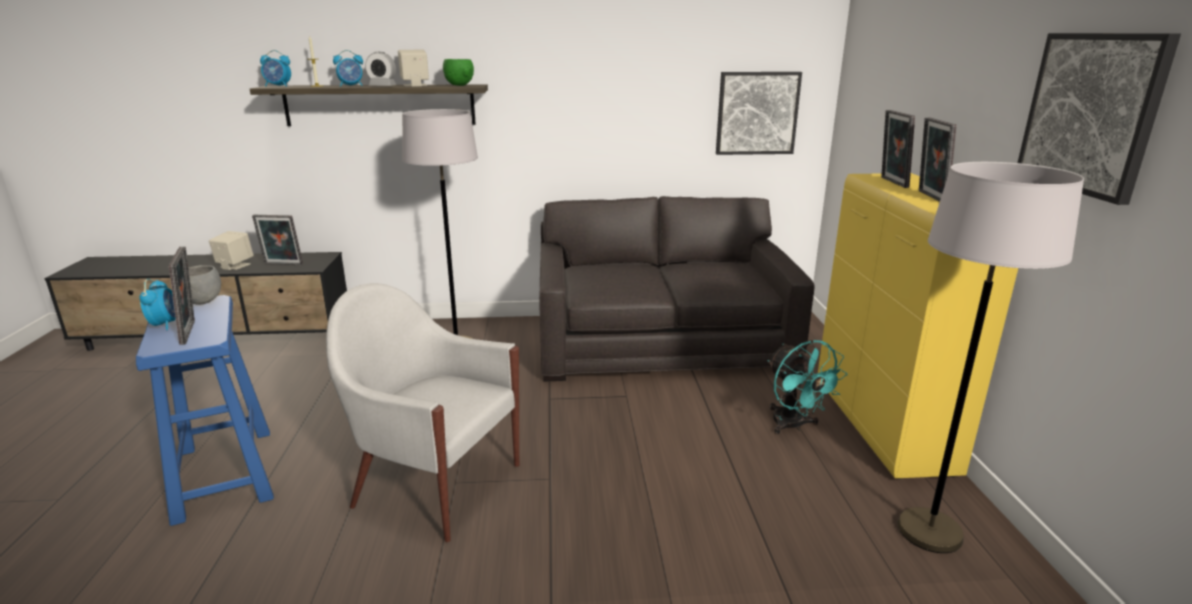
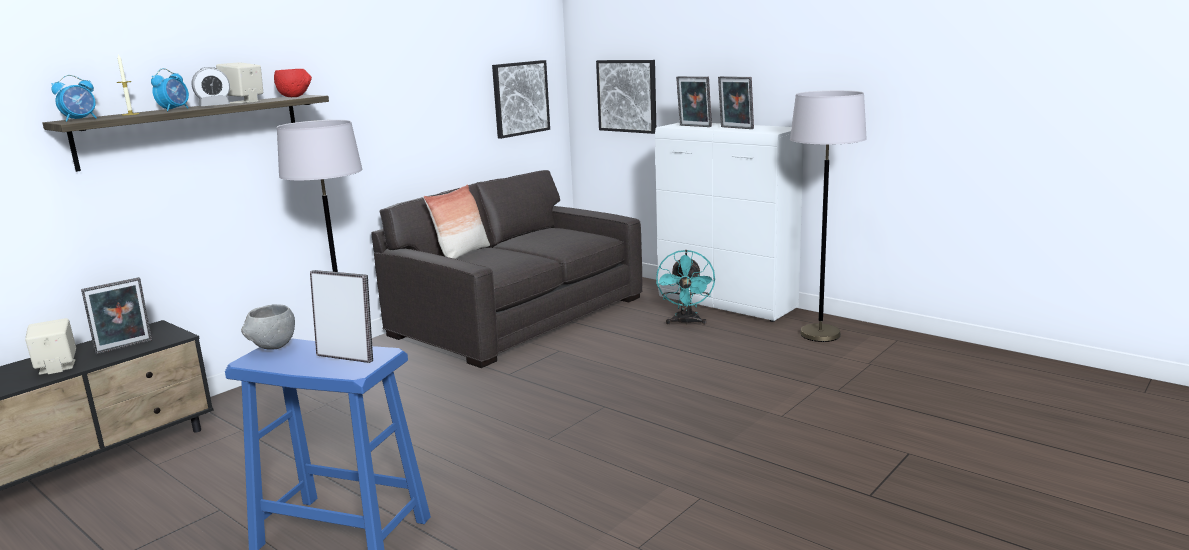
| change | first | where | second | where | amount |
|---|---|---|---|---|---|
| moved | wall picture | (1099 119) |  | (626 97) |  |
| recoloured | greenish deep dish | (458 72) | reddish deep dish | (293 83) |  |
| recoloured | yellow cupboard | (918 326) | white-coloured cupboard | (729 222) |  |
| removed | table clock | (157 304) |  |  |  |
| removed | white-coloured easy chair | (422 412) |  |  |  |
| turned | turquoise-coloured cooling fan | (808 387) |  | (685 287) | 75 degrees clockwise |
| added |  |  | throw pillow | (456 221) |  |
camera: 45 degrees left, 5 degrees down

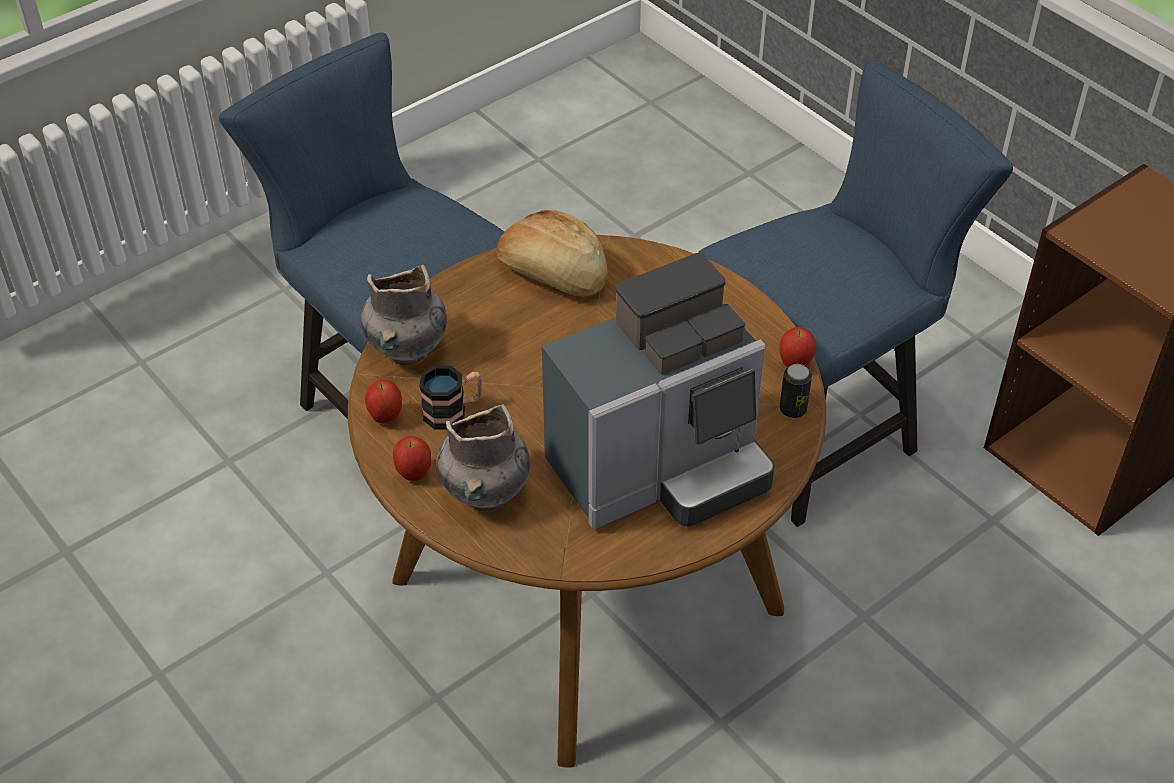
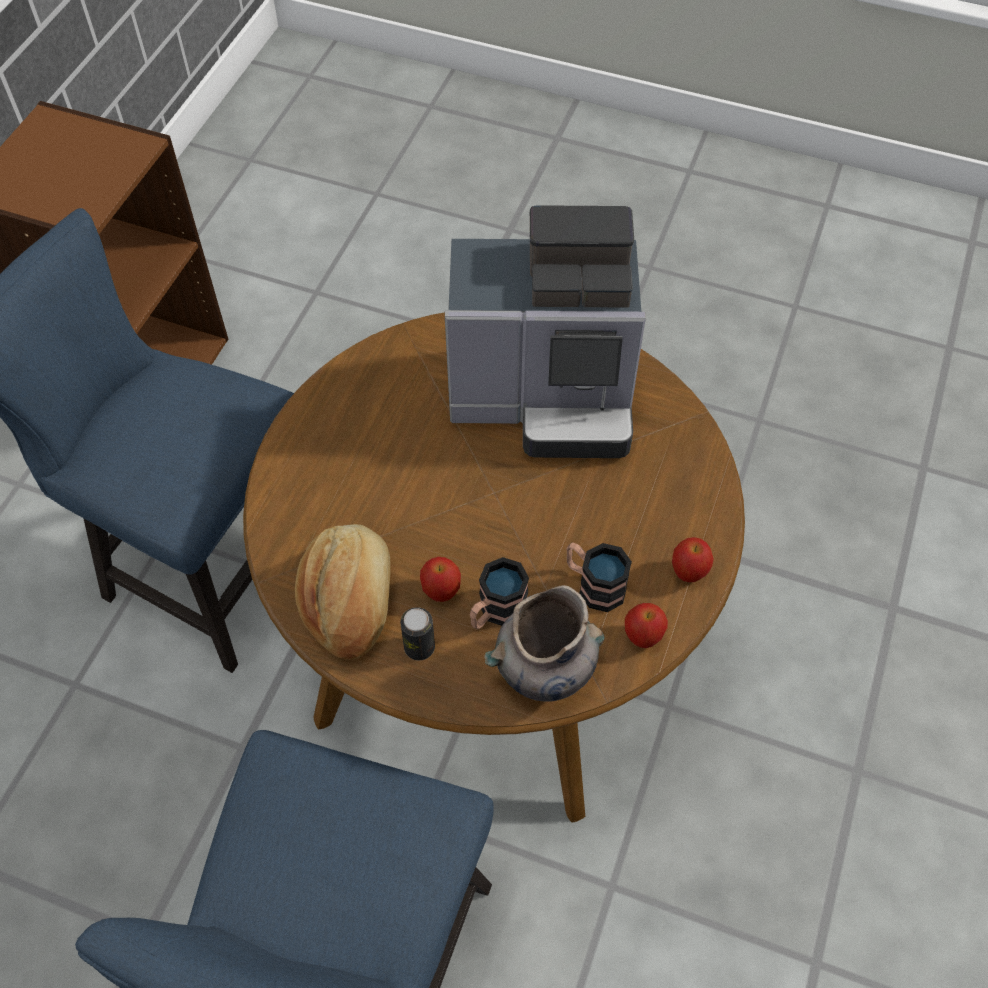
| change | first | where | second | where | amount |
|---|---|---|---|---|---|
| turned | coffee maker | (658 391) |  | (545 331) | 150 degrees clockwise |
| moved | whole apple | (798 347) |  | (440 579) |  |
| moved | can | (796 391) |  | (417 634) |  |
| removed | grey flower vase | (483 457) |  |  |  |
| added |  |  | coffee mug | (499 593) |  |
camera: 120 degrees left, 10 degrees up

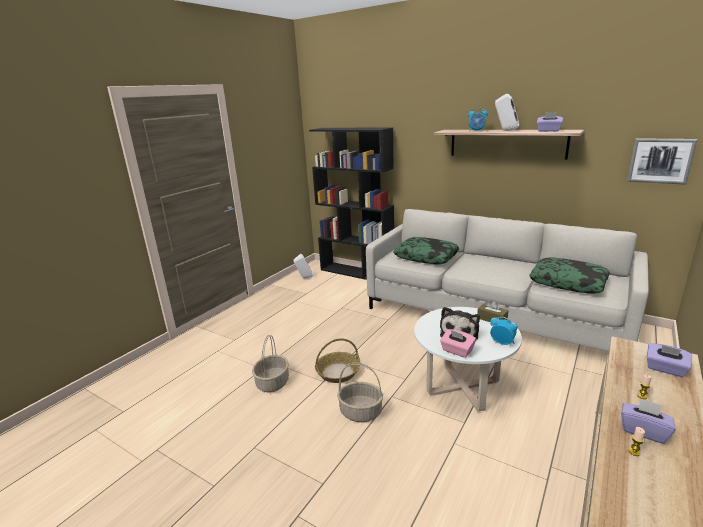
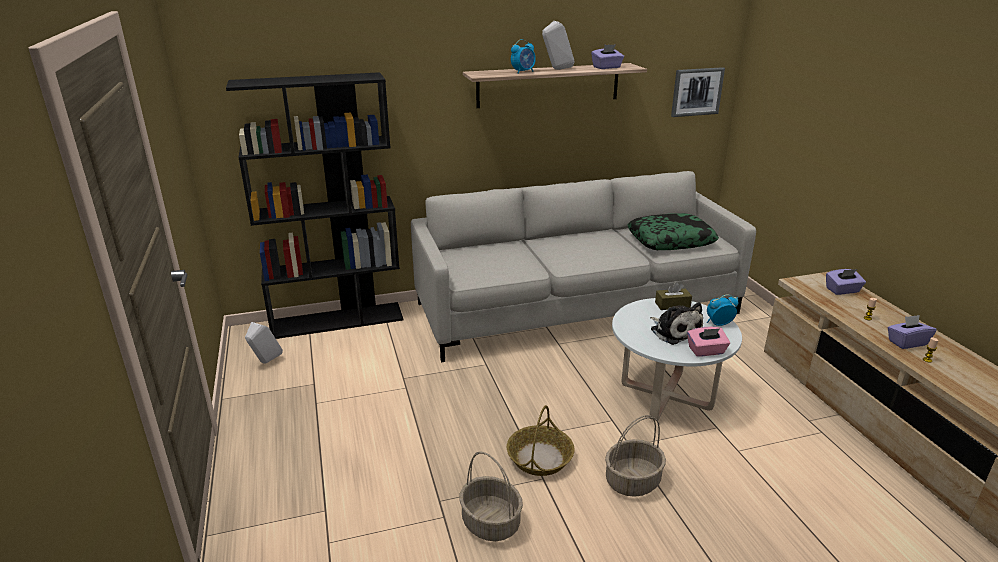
| change | first | where | second | where | amount |
|---|---|---|---|---|---|
| removed | throw pillow | (426 251) |  |  |  |
camera: 50 degrees left, 5 degrees up

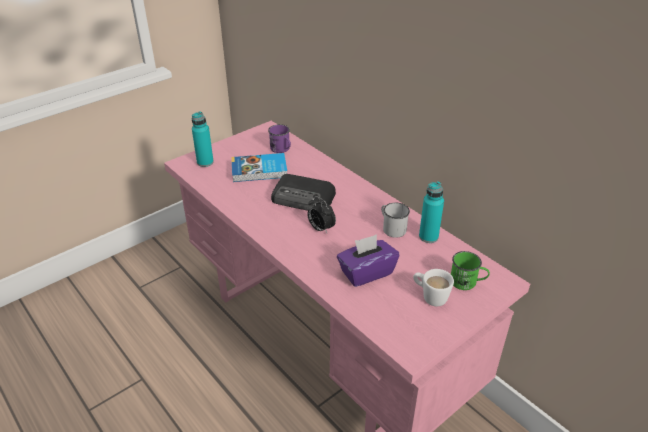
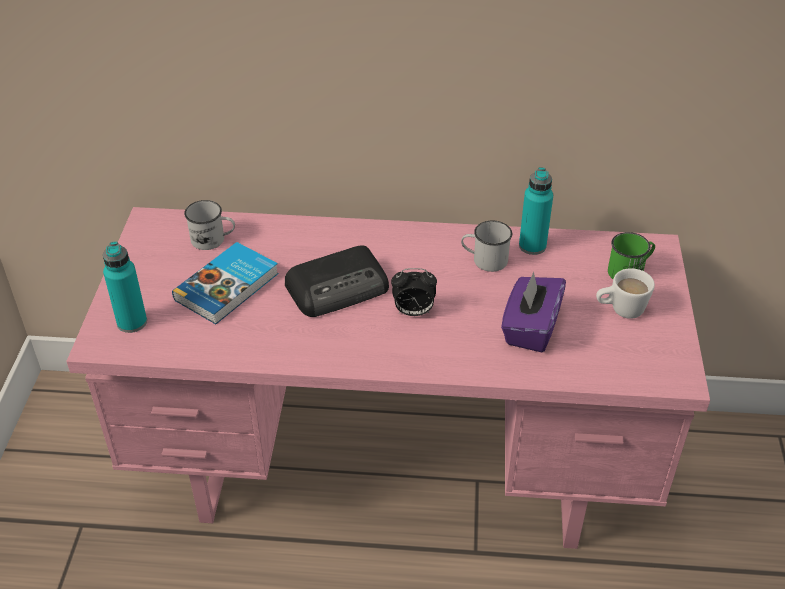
| change | first | where | second | where | amount |
|---|---|---|---|---|---|
| recoloured | purplish coffee mug | (279 138) | white-coloured coffee mug | (209 225) |  |
camera: 45 degrees left, 5 degrees up

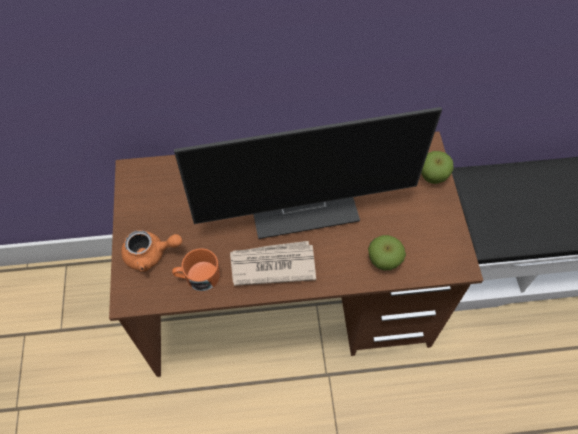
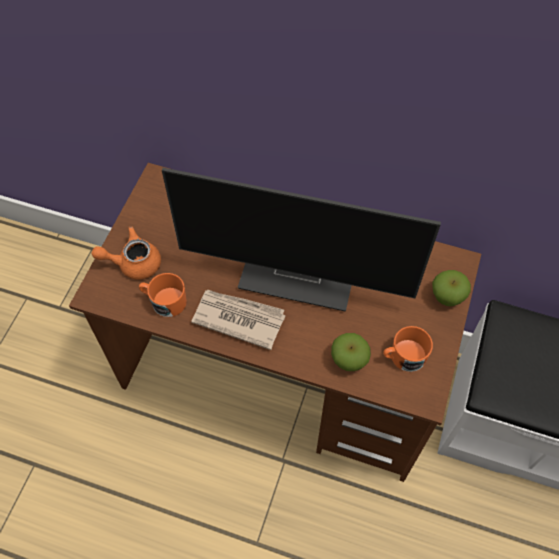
| change | first | where | second | where | amount |
|---|---|---|---|---|---|
| turned | orangey tea pot | (151 251) |  | (126 253) | 150 degrees clockwise |
| added |  |  | orangey coffee mug | (408 349) |  |
camera: 25 degrees right, 0 degrees up

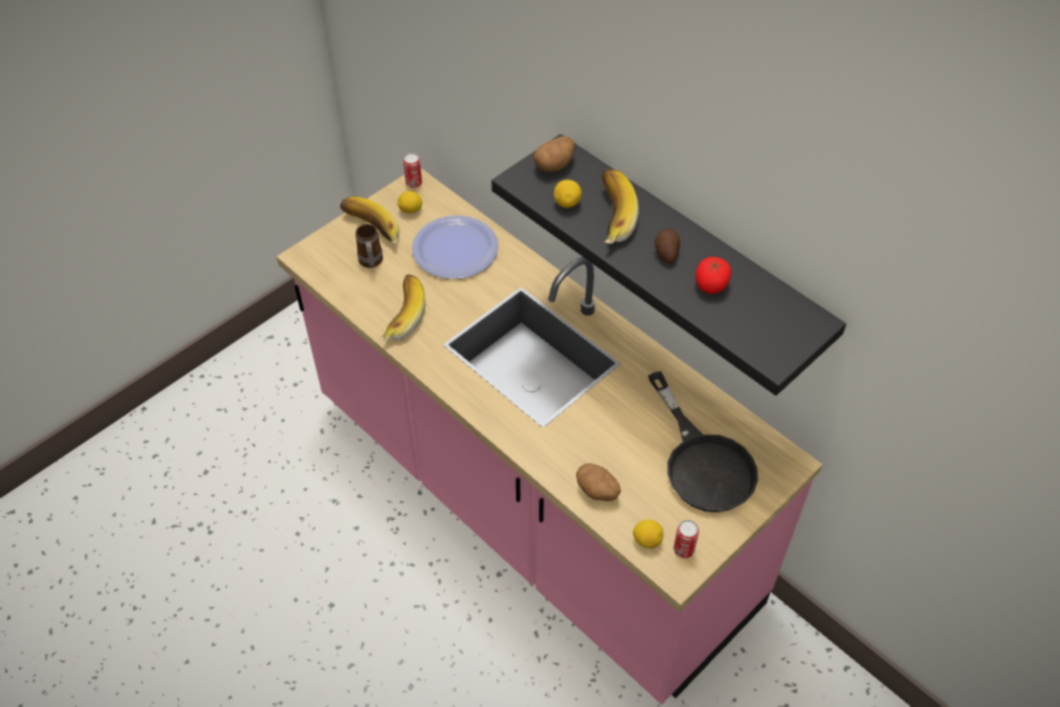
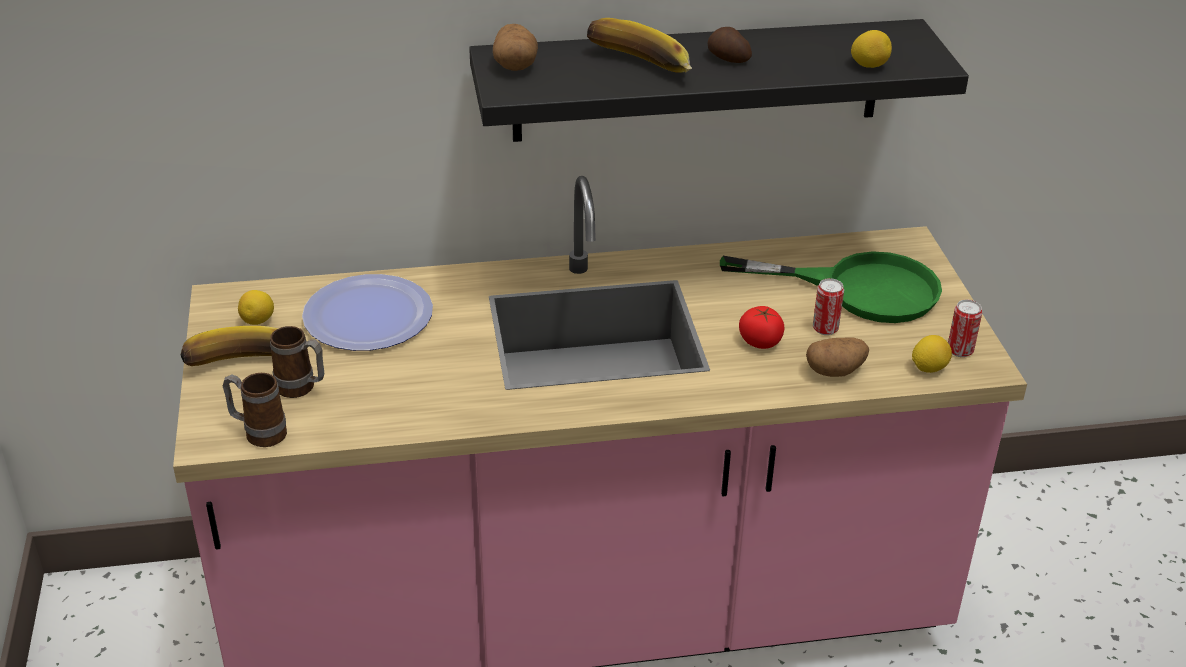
| change | first | where | second | where | amount |
|---|---|---|---|---|---|
| moved | can | (412 170) |  | (828 306) |  |
| moved | lemon | (568 194) |  | (871 49) |  |
| moved | whole tomato | (713 275) |  | (762 327) |  |
| removed | banana fruit | (402 307) |  |  |  |
| recoloured | blackish frying pan | (703 441) | greenish frying pan | (831 287) |  |
| added |  |  | coffee mug | (255 410) |  |
camera: 55 degrees left, 15 degrees down

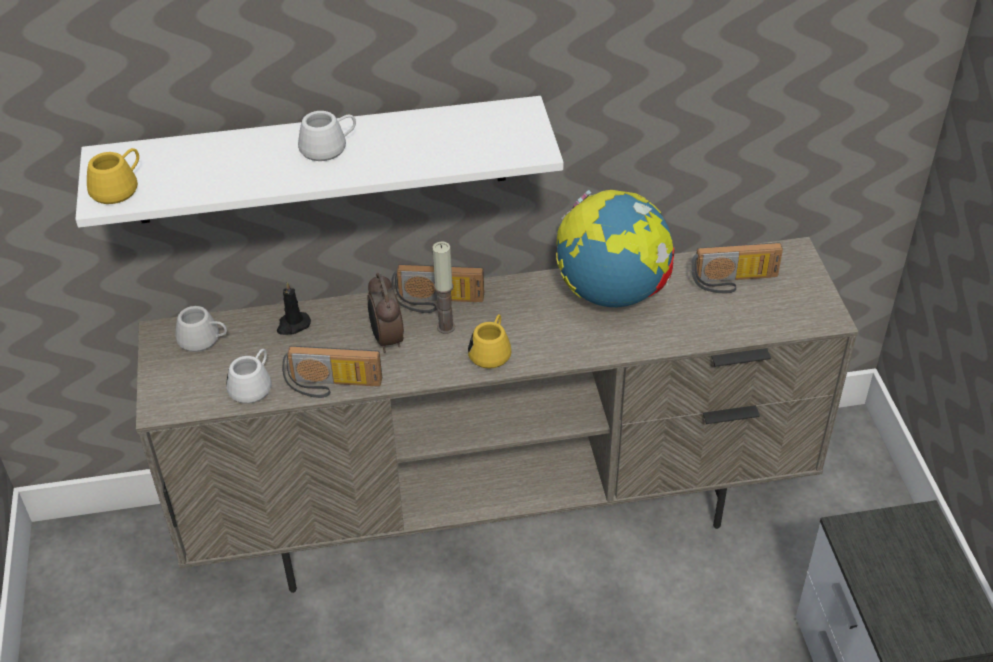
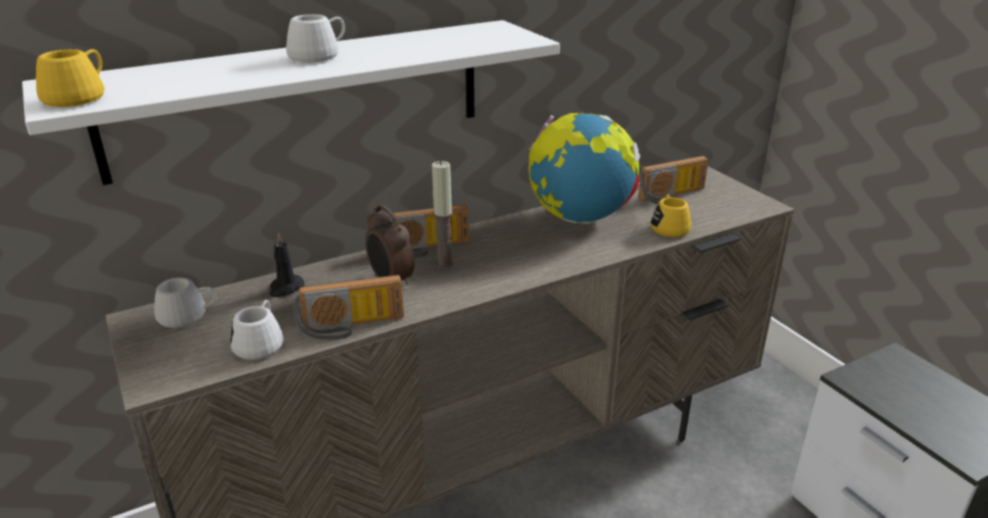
| change | first | where | second | where | amount |
|---|---|---|---|---|---|
| moved | yellow coffee mug | (489 341) |  | (671 215) |  |
camera: 20 degrees left, 15 degrees down

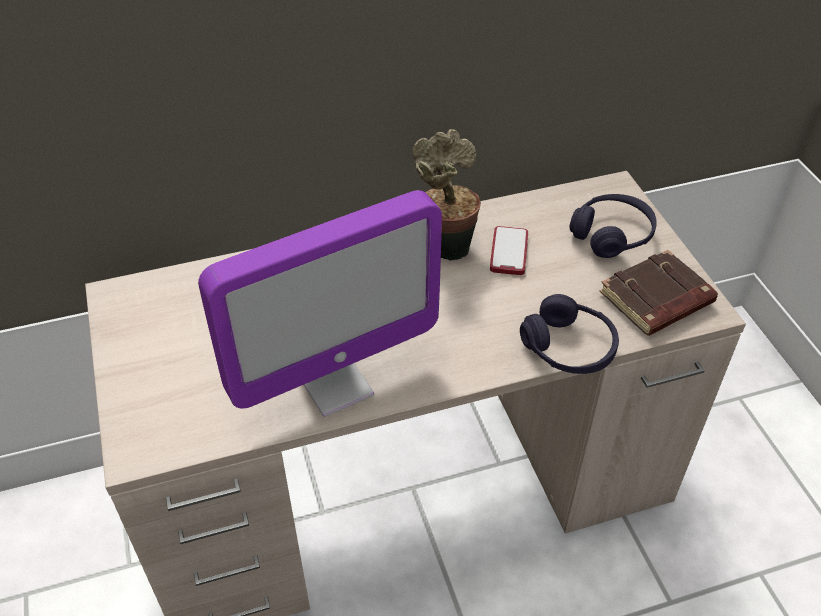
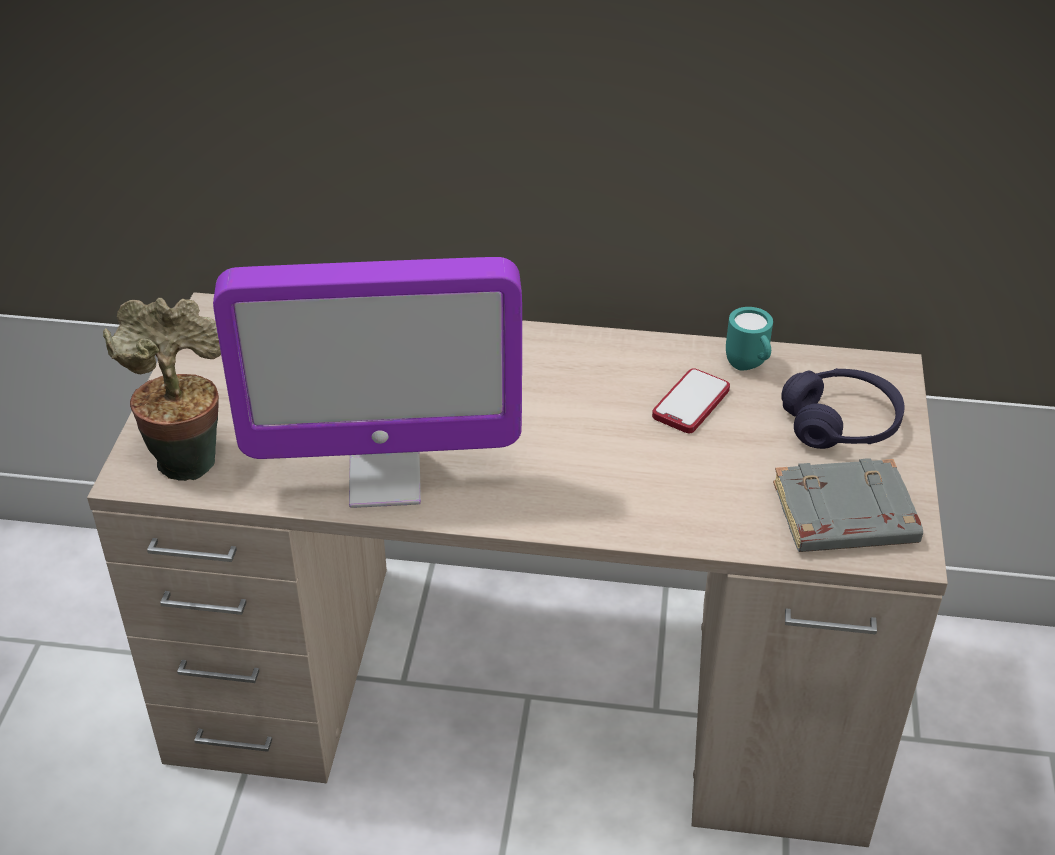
| change | first | where | second | where | amount |
|---|---|---|---|---|---|
| moved | houseplant | (446 195) |  | (162 389) |  |
| recoloured | brownish book | (658 293) | grey book | (848 505) |  |
| removed | purplish pair of headphones | (569 334) |  |  |  |
| added |  |  | turquoise-coloured coffee mug | (749 338) |  |
camera: 25 degrees right, 5 degrees down

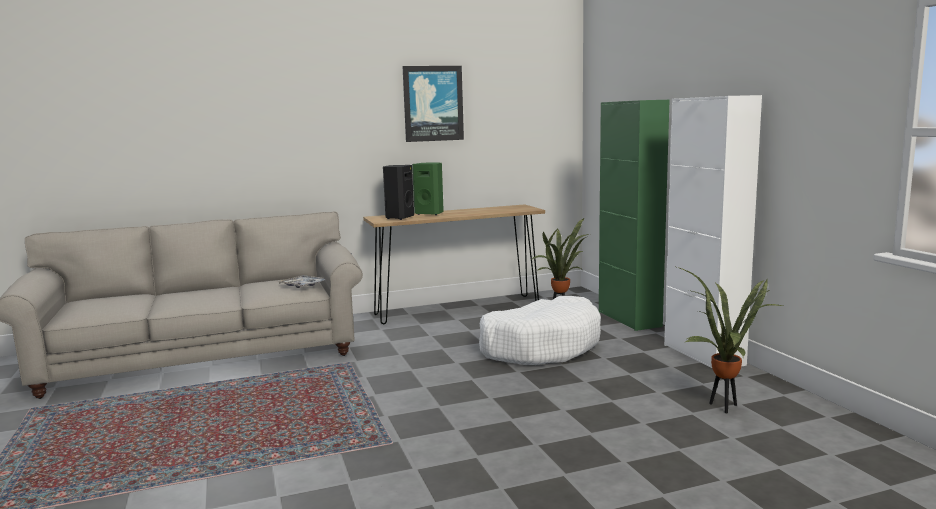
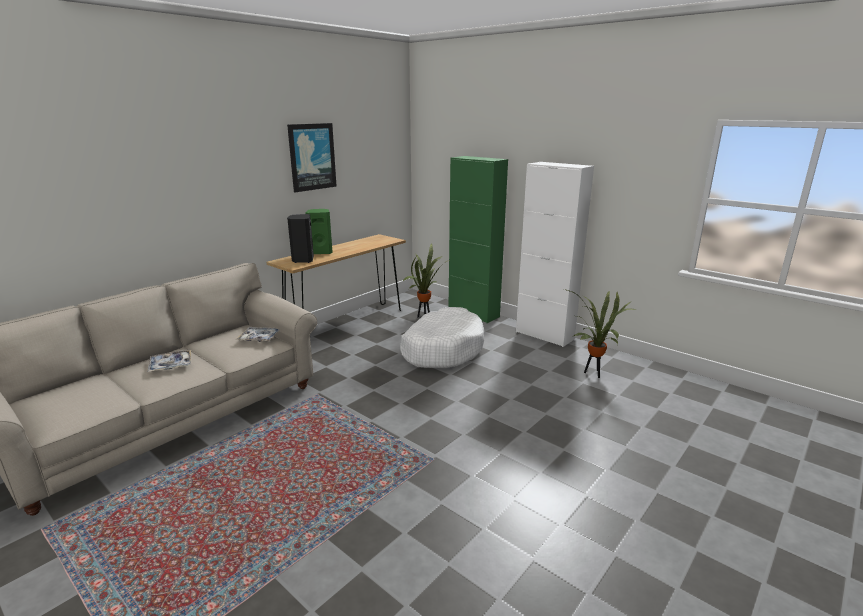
| change | first | where | second | where | amount |
|---|---|---|---|---|---|
| added |  |  | carrying tray | (169 361) |  |
camera: 30 degrees left, 10 degrees up

